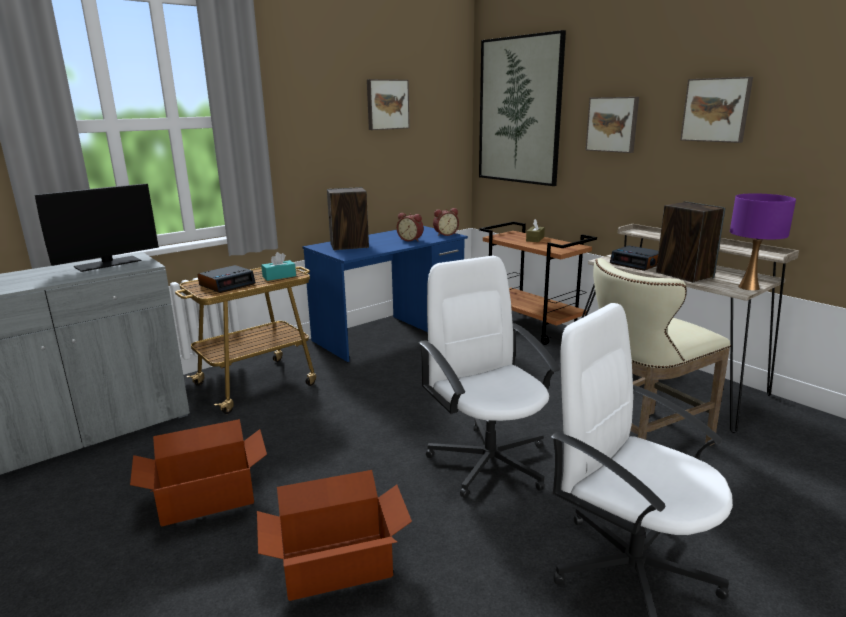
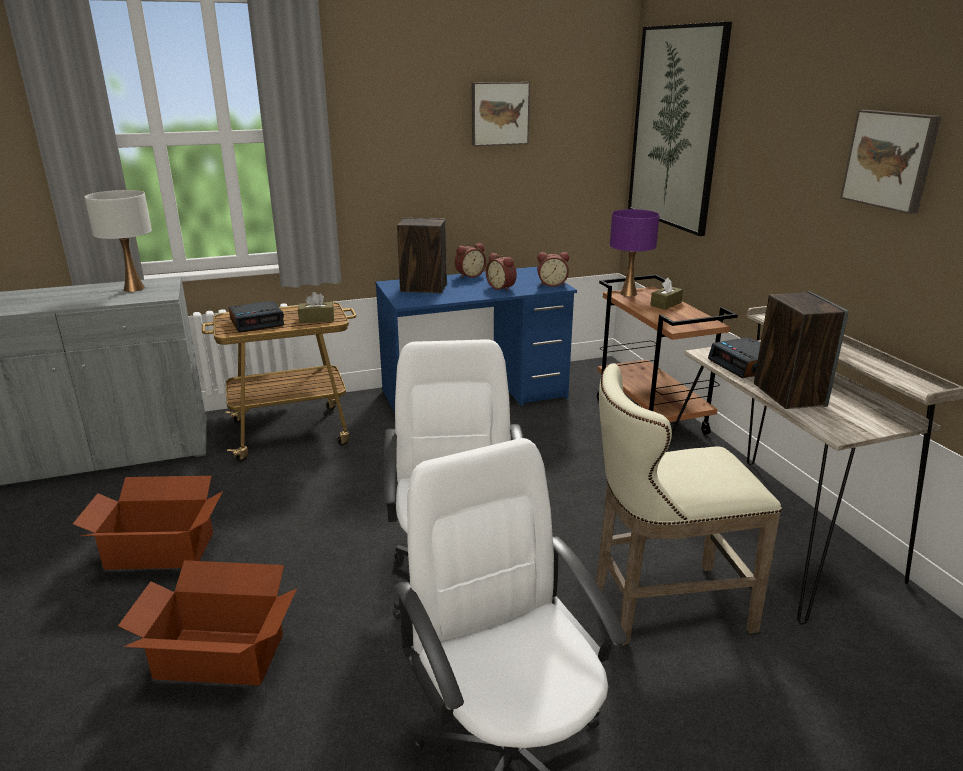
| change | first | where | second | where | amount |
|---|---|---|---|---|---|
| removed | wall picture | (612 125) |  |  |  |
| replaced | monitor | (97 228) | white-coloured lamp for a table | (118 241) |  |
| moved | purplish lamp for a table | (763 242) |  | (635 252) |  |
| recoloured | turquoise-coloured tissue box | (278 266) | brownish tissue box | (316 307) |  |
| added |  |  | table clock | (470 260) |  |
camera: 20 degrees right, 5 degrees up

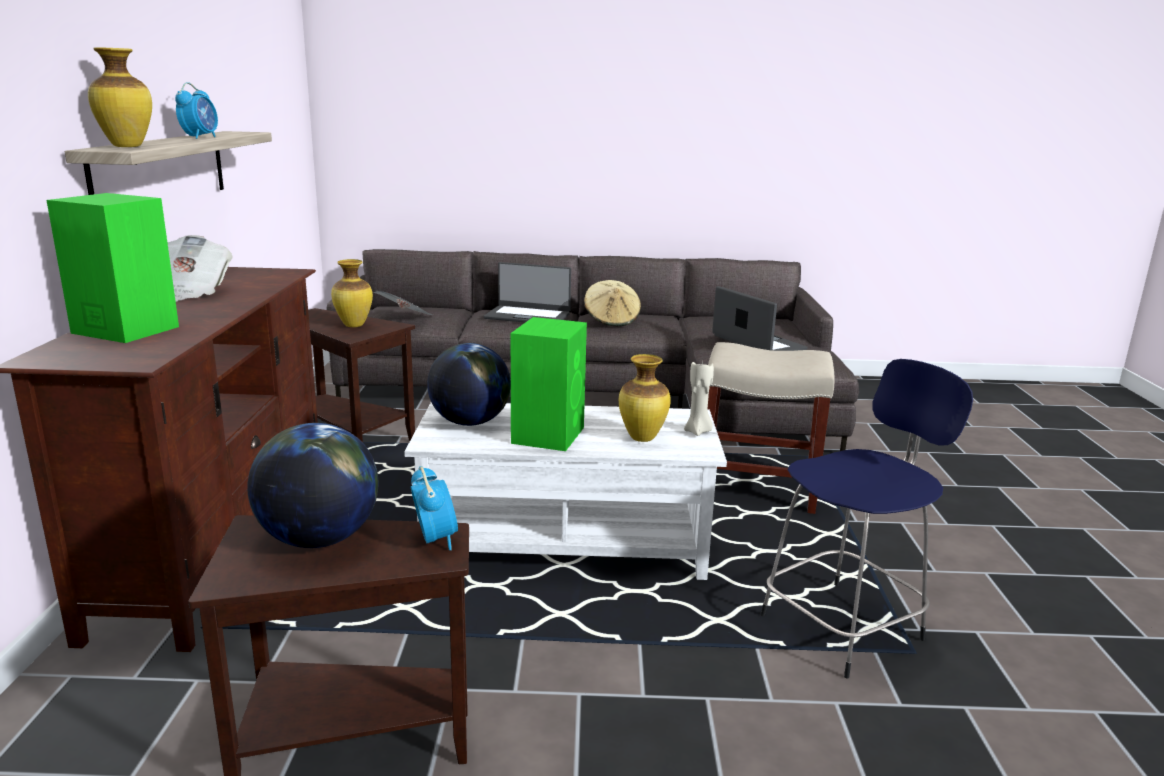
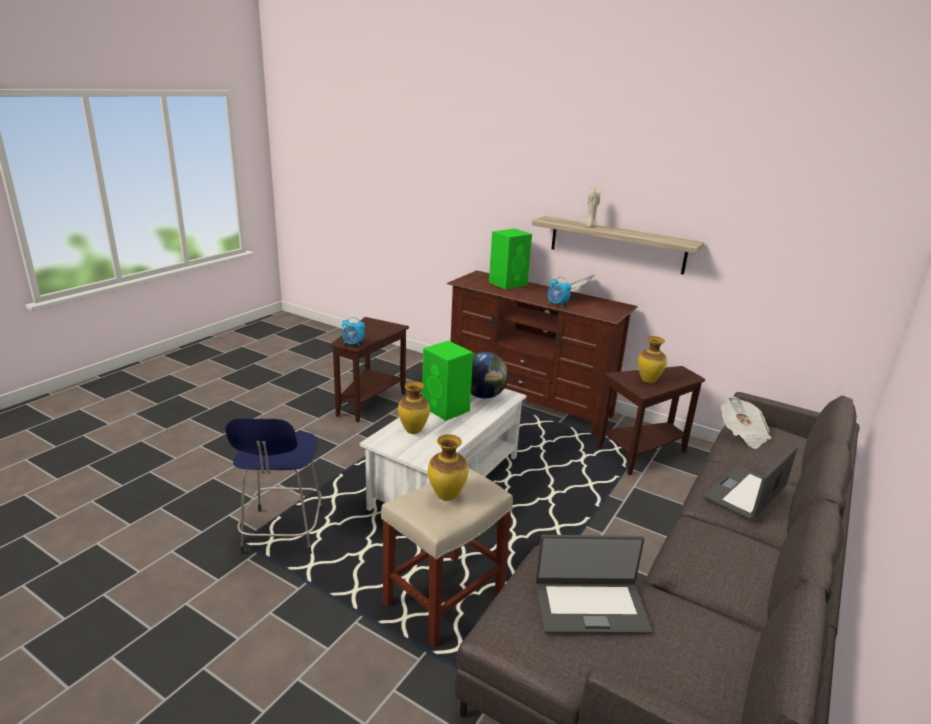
| change | first | where | second | where | amount |
|---|---|---|---|---|---|
| moved | flower vase | (120 97) |  | (448 467) |  |
| moved | table clock | (196 110) |  | (559 292) |  |
| removed | beige-coloured hat | (612 303) |  |  |  |
| moved | beige-coloured wax candle | (699 398) |  | (591 207) |  |
| removed | world globe | (312 485) |  |  |  |
camera: 120 degrees right, 5 degrees up

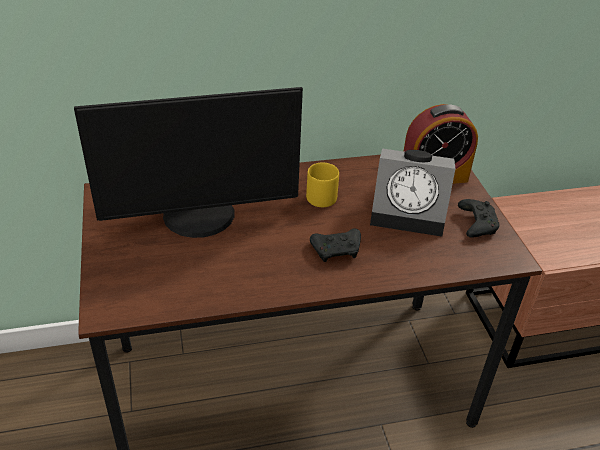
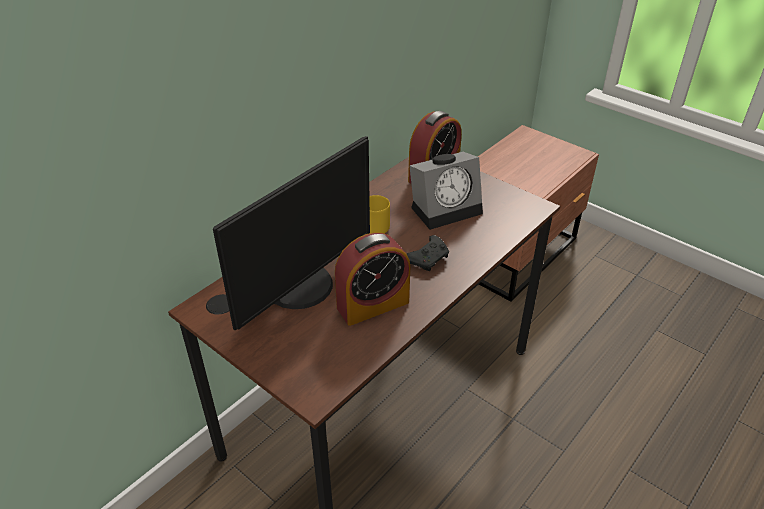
| change | first | where | second | where | amount |
|---|---|---|---|---|---|
| removed | blackish game controller | (479 218) |  |  |  |
| added |  |  | table clock | (372 279) |  |
camera: 35 degrees left, 0 degrees up

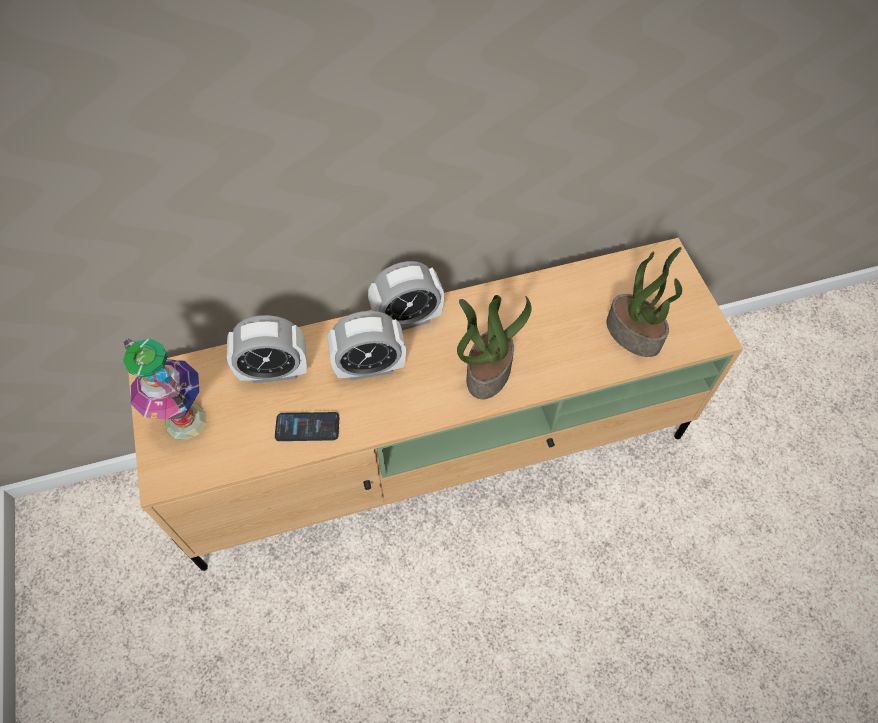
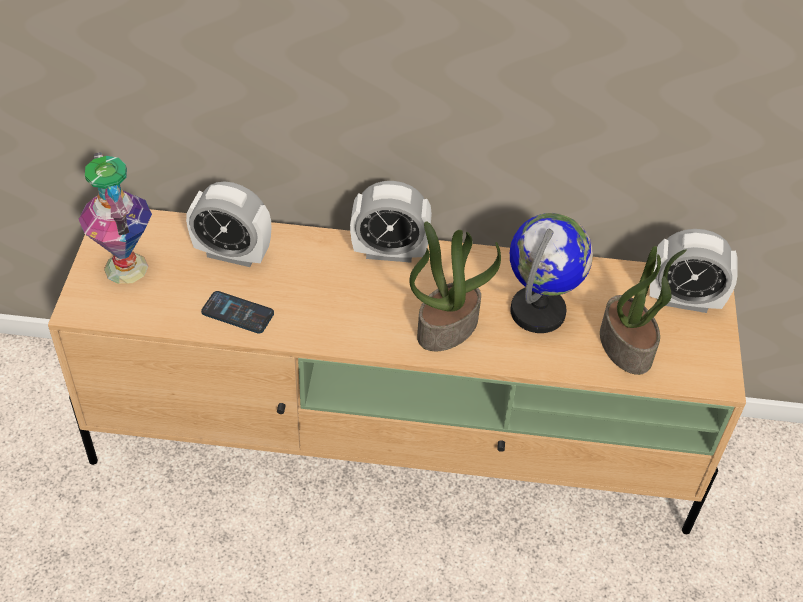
| change | first | where | second | where | amount |
|---|---|---|---|---|---|
| moved | table clock | (366 345) |  | (694 271) |  |
| added |  |  | world globe | (551 273) |  |
camera: 20 degrees right, 10 degrees down

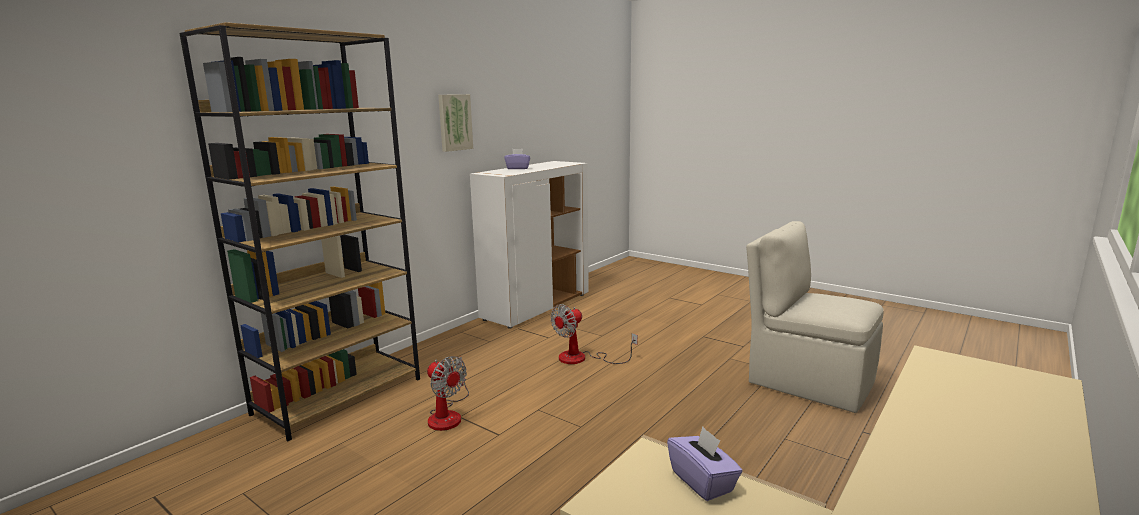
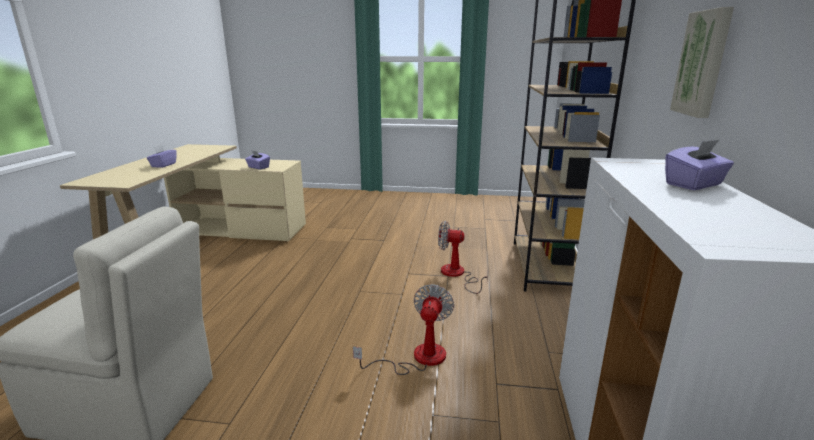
| change | first | where | second | where | amount |
|---|---|---|---|---|---|
| added |  |  | purplish tissue box | (162 156) |  |
camera: 150 degrees right, 5 degrees up

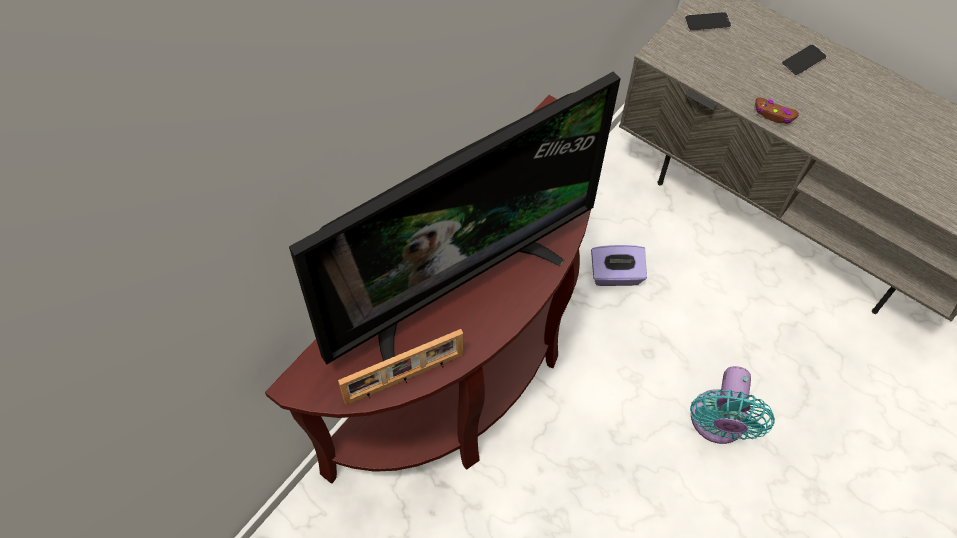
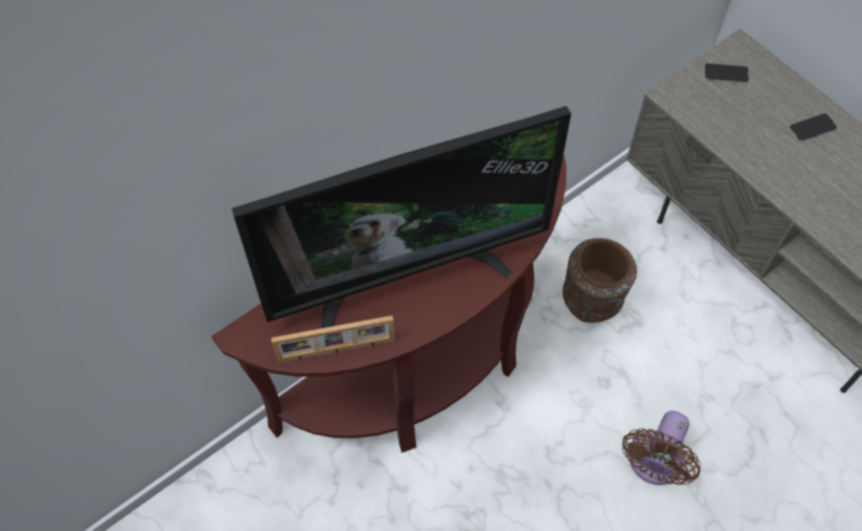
| change | first | where | second | where | amount |
|---|---|---|---|---|---|
| removed | brownish game controller | (777 111) |  |  |  |
| replaced | purplish tissue box | (619 265) | brownish flower vase | (599 280) |  |
| recoloured | turquoise-coloured cooling fan | (732 405) | brownish cooling fan | (661 448) |  |
camera: 15 degrees right, 0 degrees up

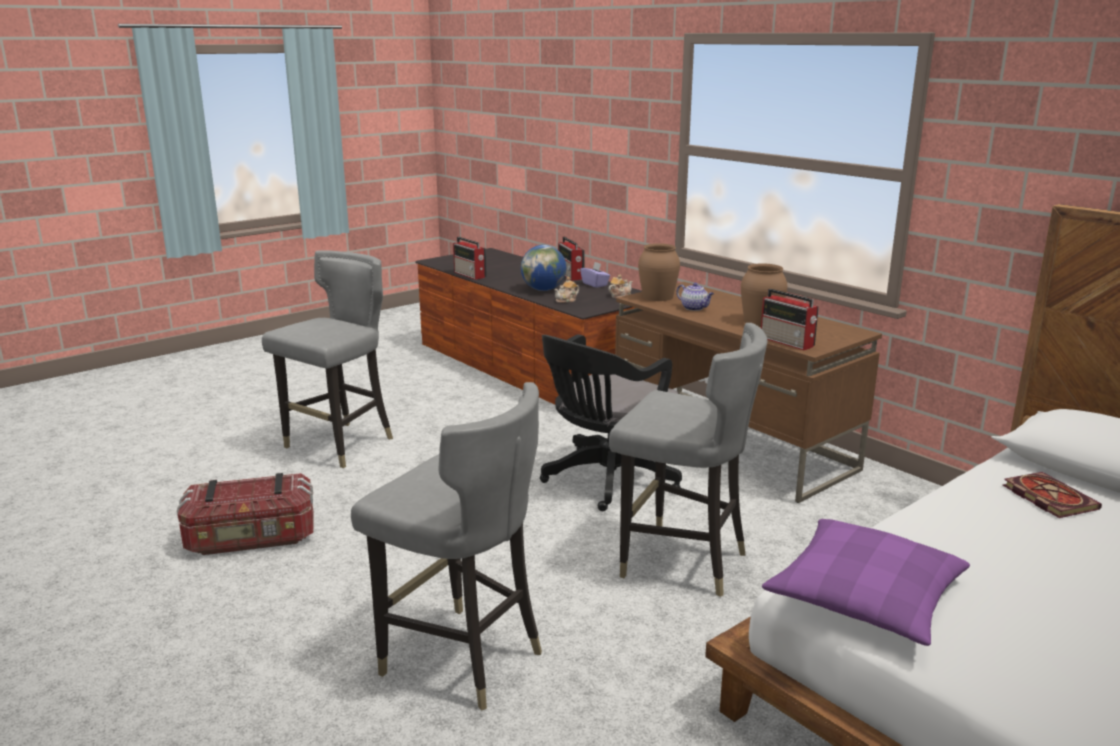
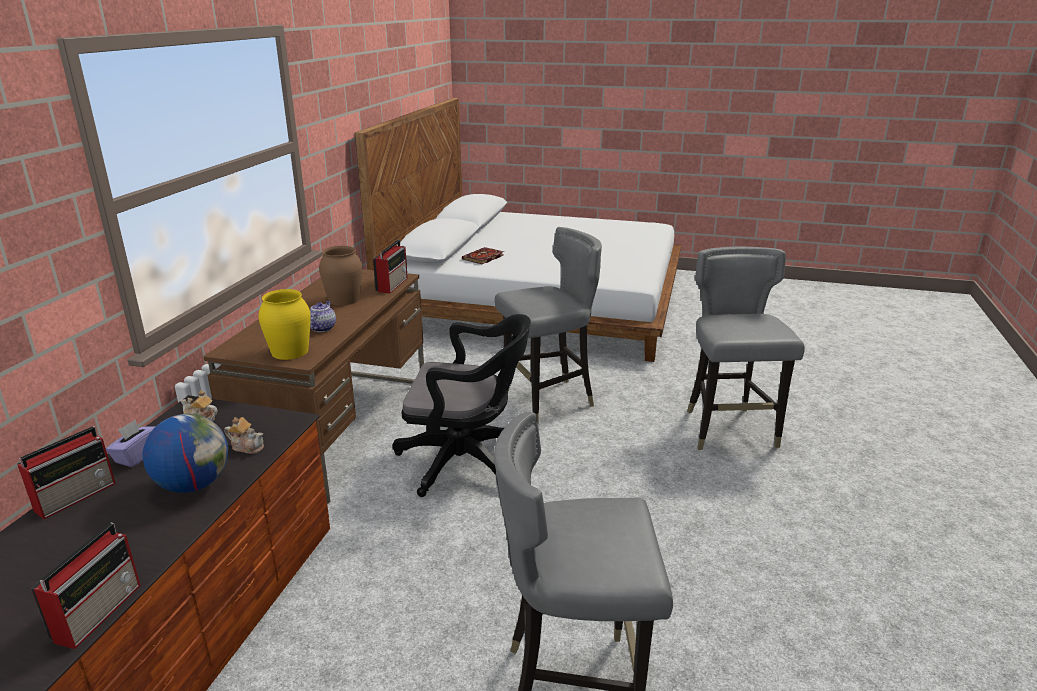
| change | first | where | second | where | amount |
|---|---|---|---|---|---|
| recoloured | brownish flower vase | (659 272) | yellow flower vase | (285 324) |  |
| turned | grey chair | (688 460) |  | (548 325) | 75 degrees clockwise |
| removed | storage bin | (245 514) |  |  |  |
| removed | purplish throw pillow | (866 582) |  |  |  |
camera: 125 degrees left, 5 degrees up

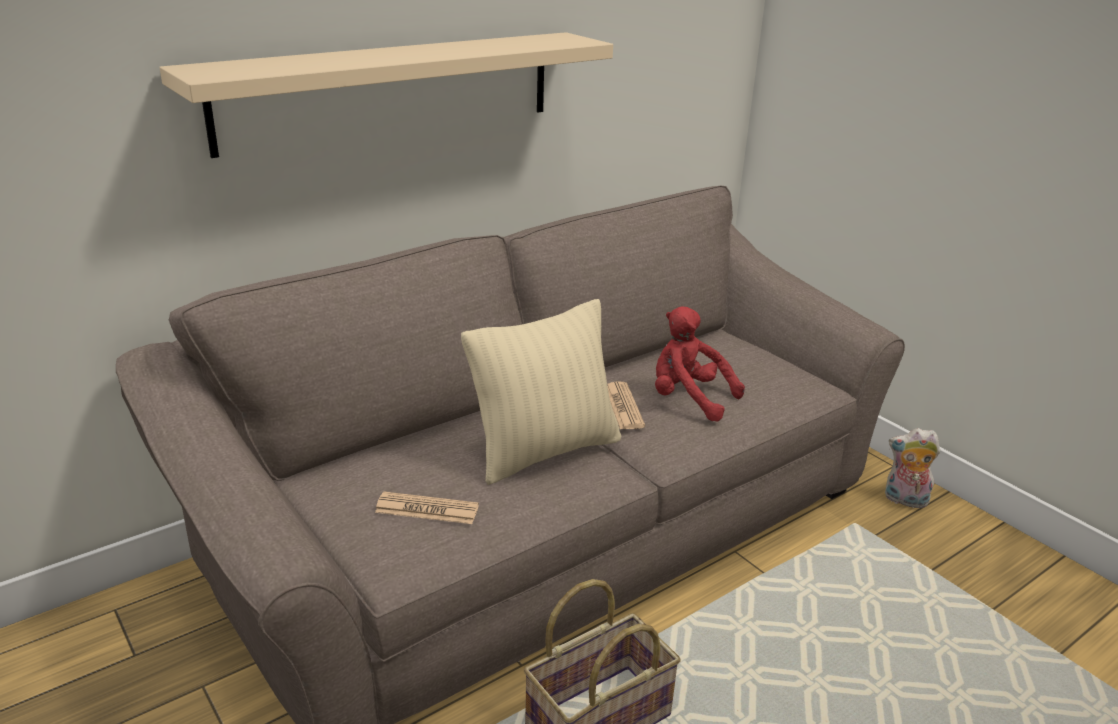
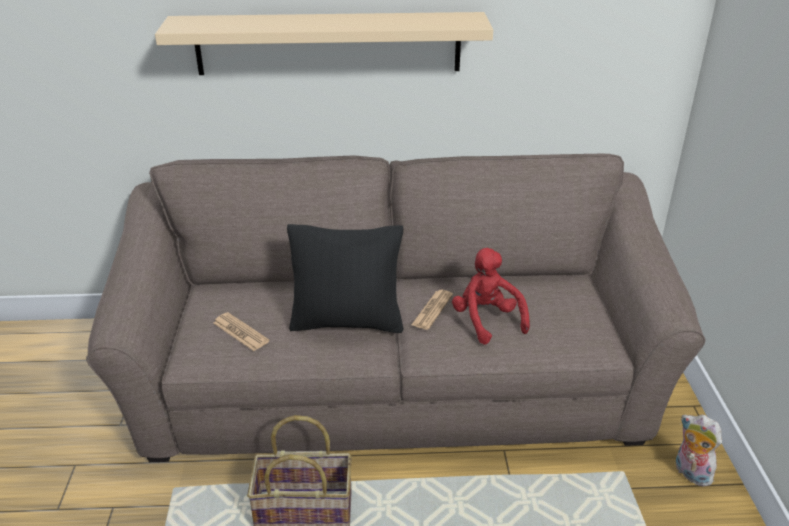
| change | first | where | second | where | amount |
|---|---|---|---|---|---|
| recoloured | beige-coloured throw pillow | (541 392) | blackish throw pillow | (345 278) |  |
camera: 35 degrees right, 5 degrees up

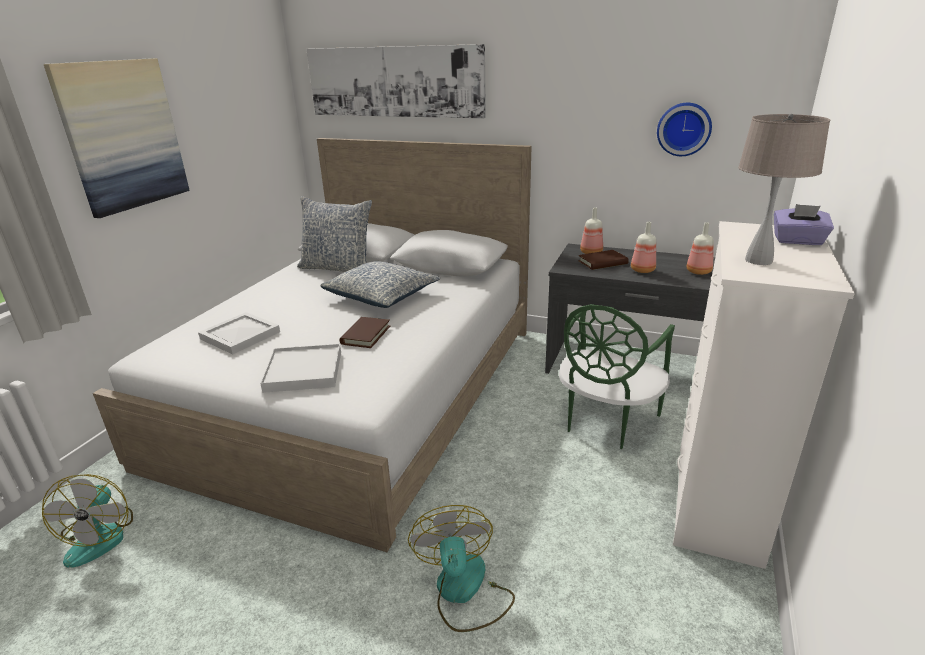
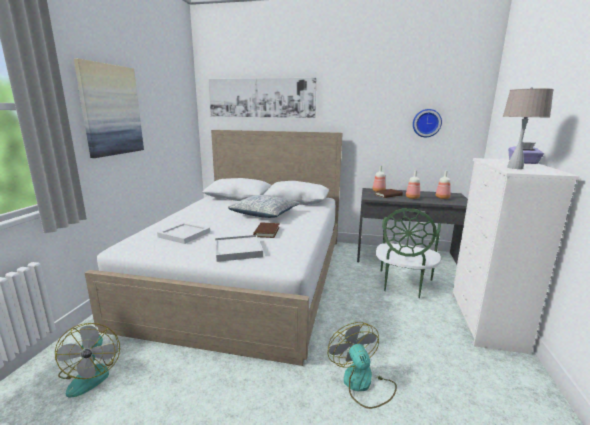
| change | first | where | second | where | amount |
|---|---|---|---|---|---|
| removed | throw pillow | (334 234) |  |  |  |
camera: 10 degrees left, 10 degrees down

